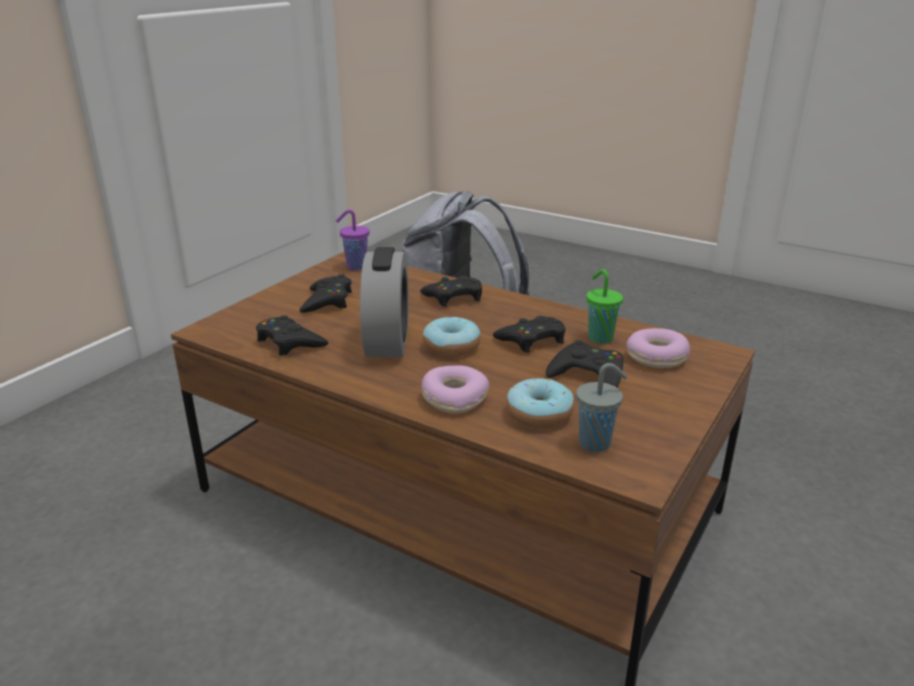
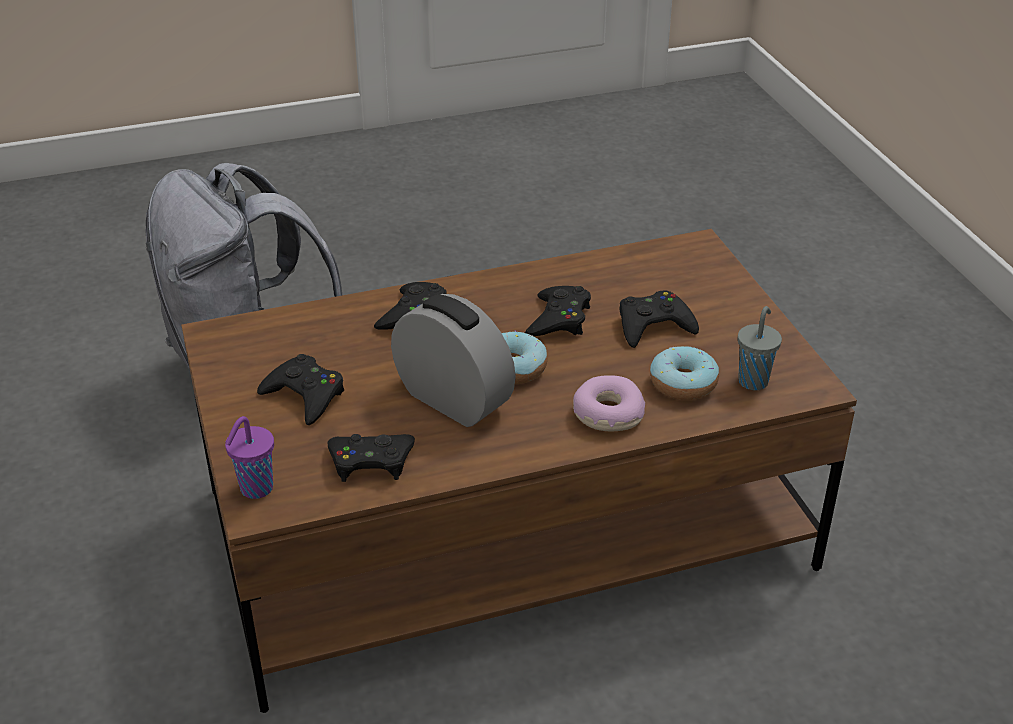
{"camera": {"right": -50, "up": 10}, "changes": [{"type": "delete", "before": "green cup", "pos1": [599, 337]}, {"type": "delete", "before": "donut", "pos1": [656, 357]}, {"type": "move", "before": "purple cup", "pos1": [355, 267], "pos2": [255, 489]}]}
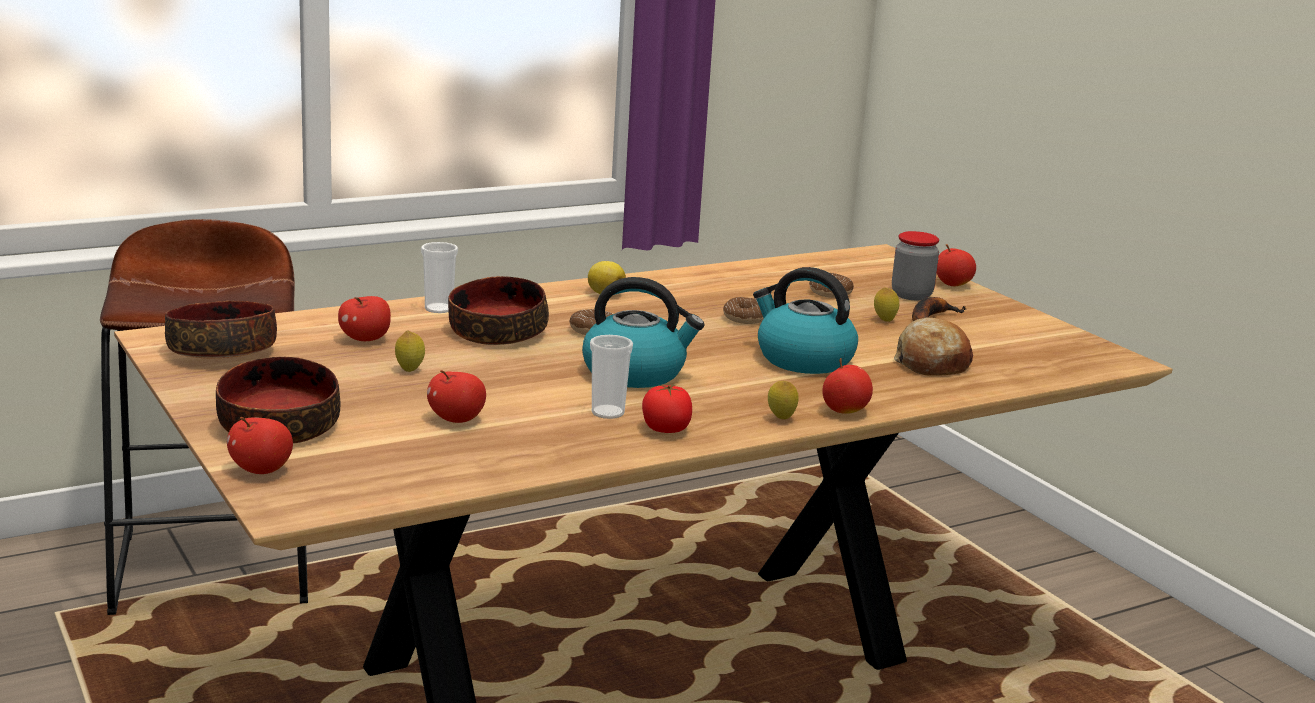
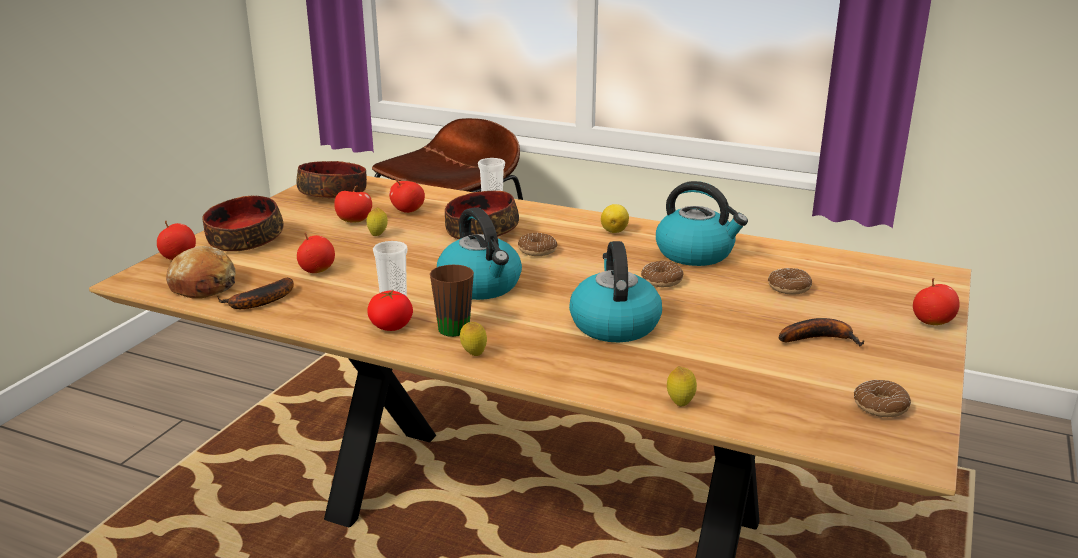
{"camera": {"right": 55, "up": 5}, "changes": [{"type": "delete", "before": "jar", "pos1": [911, 295]}, {"type": "insert", "after": "banana", "pos2": [258, 302]}, {"type": "insert", "after": "brown mug", "pos2": [457, 325]}, {"type": "insert", "after": "kettle", "pos2": [696, 253]}, {"type": "insert", "after": "donut", "pos2": [880, 406]}, {"type": "move", "before": "apple", "pos1": [845, 411], "pos2": [354, 221]}, {"type": "move", "before": "lemon", "pos1": [884, 320], "pos2": [680, 403]}, {"type": "move", "before": "bread", "pos1": [931, 364], "pos2": [204, 286]}]}
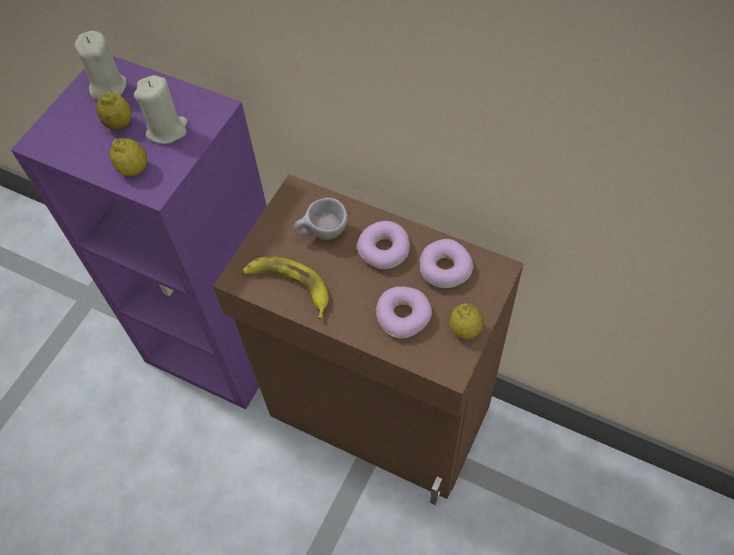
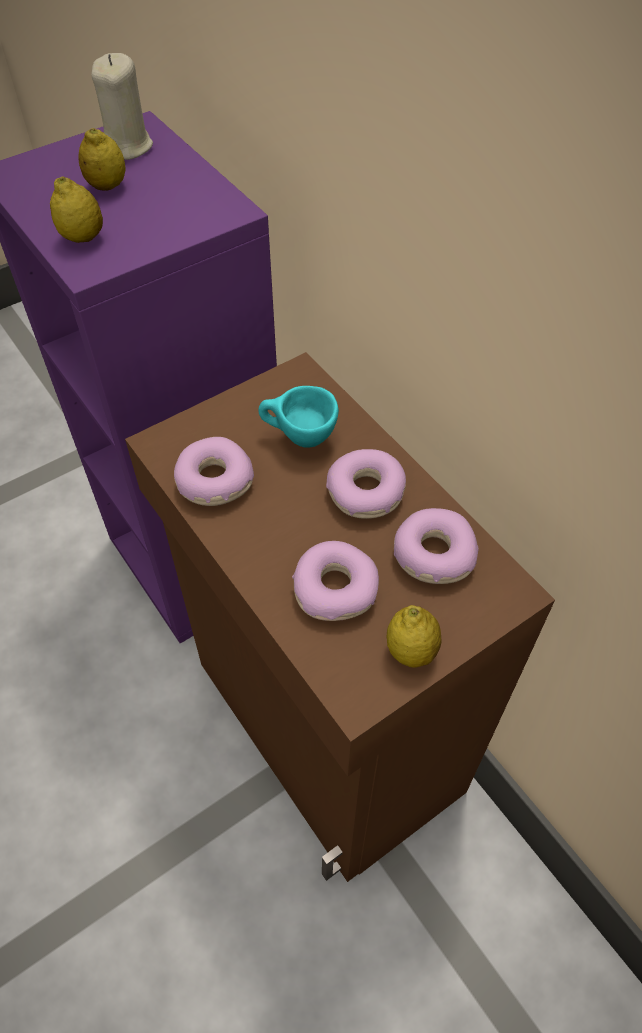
{"camera": {"right": 25, "up": -5}, "changes": [{"type": "delete", "before": "beige candle", "pos1": [167, 130]}, {"type": "replace", "before": "banana", "after": "donut", "pos1": [289, 286], "pos2": [213, 481]}, {"type": "recolor", "before": "beige cup", "after": "turquoise cup", "pos1": [322, 235], "pos2": [298, 439]}]}
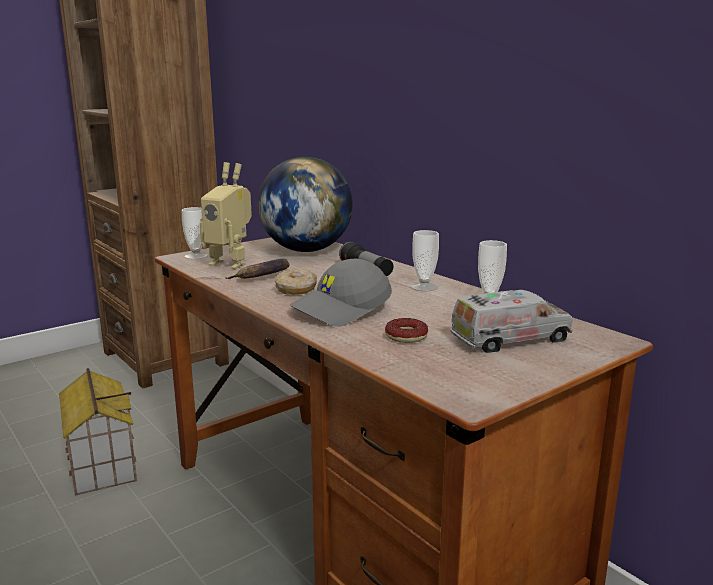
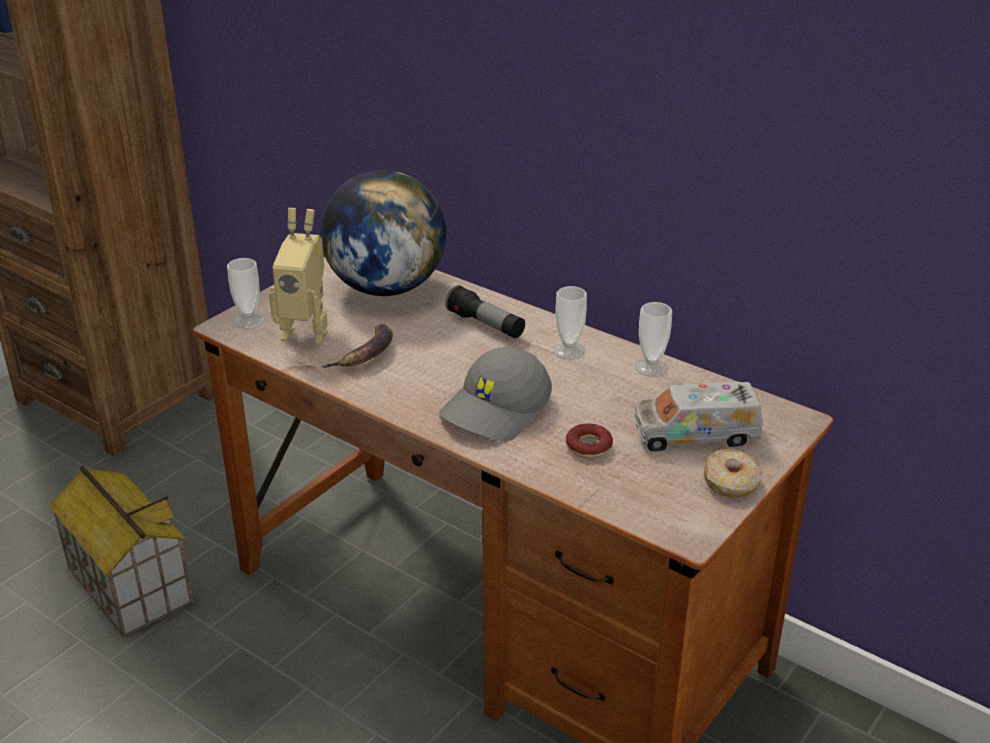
{"camera": {"right": -15, "up": 15}, "changes": [{"type": "move", "before": "donut", "pos1": [296, 290], "pos2": [731, 482]}, {"type": "rotate", "before": "toy truck", "pos1": [510, 339], "pos2": [695, 434], "turn": -150}]}
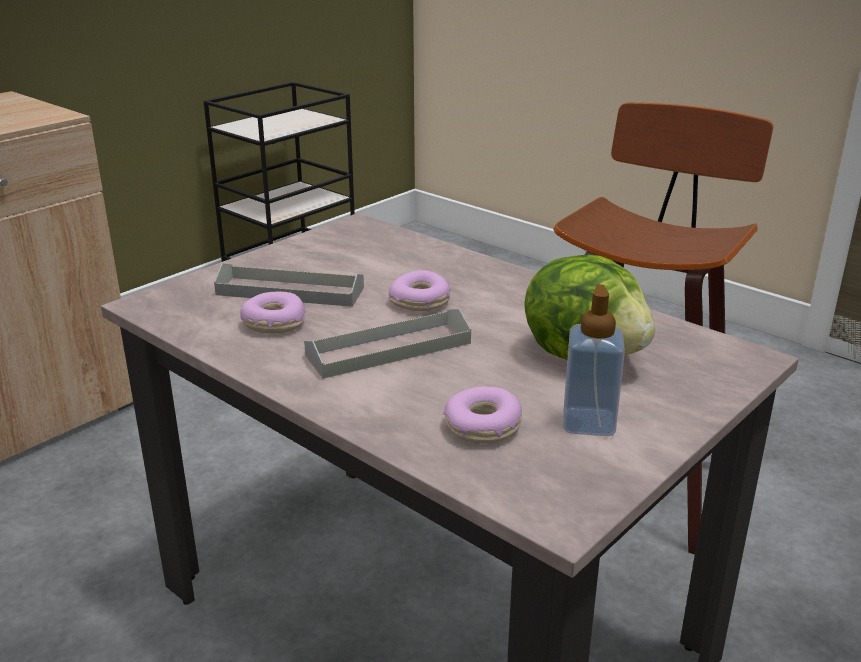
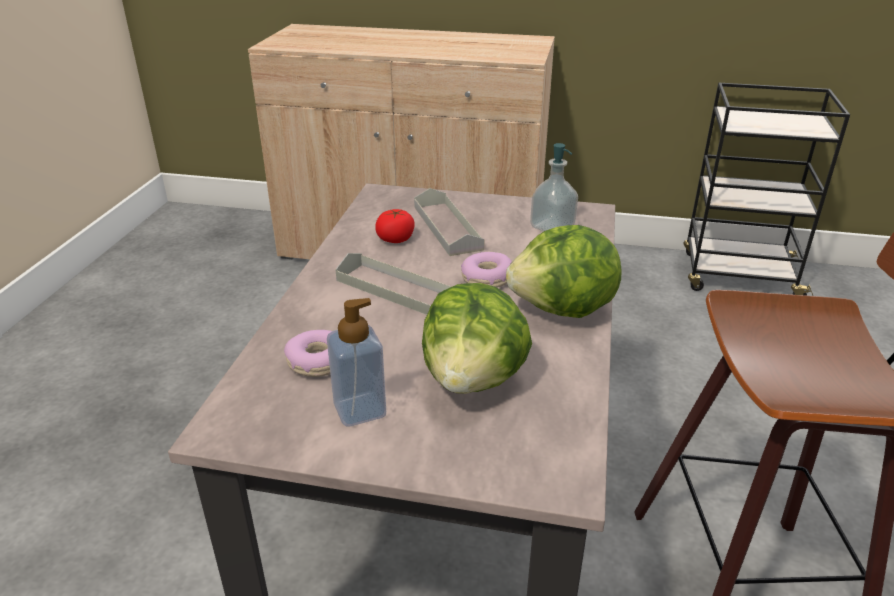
{"camera": {"right": 60, "up": 5}, "changes": [{"type": "insert", "after": "lettuce", "pos2": [564, 310]}, {"type": "insert", "after": "soap dispenser", "pos2": [552, 227]}, {"type": "replace", "before": "donut", "after": "tomato", "pos1": [273, 323], "pos2": [395, 238]}]}
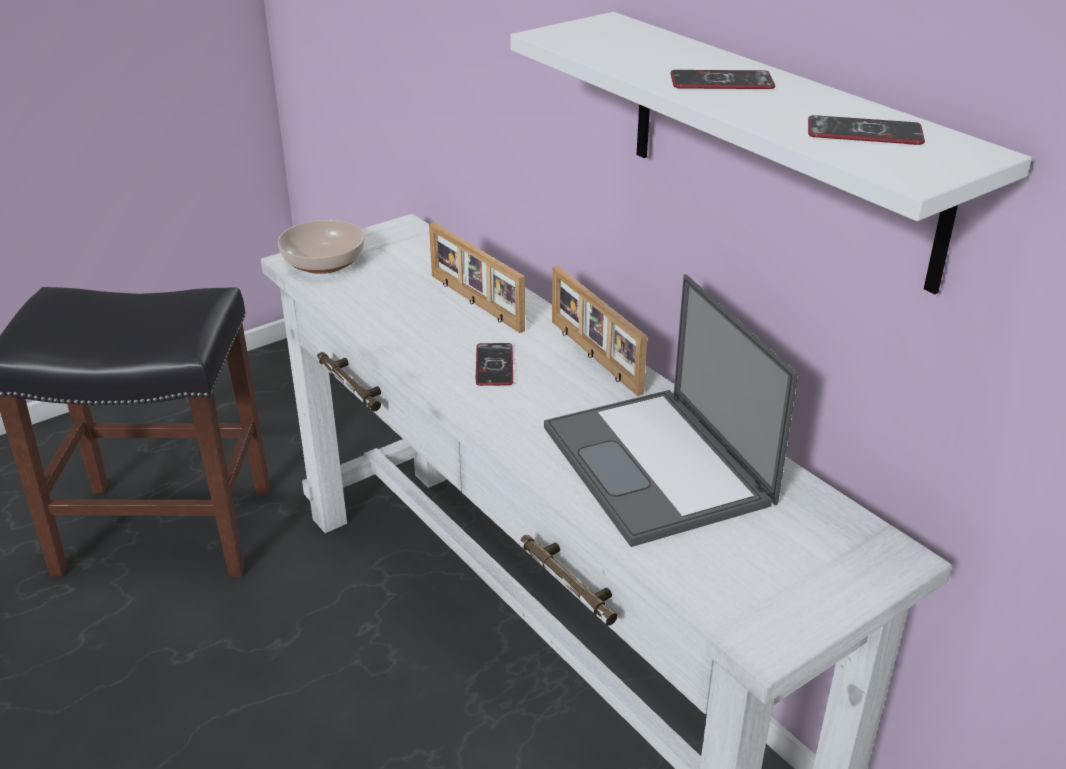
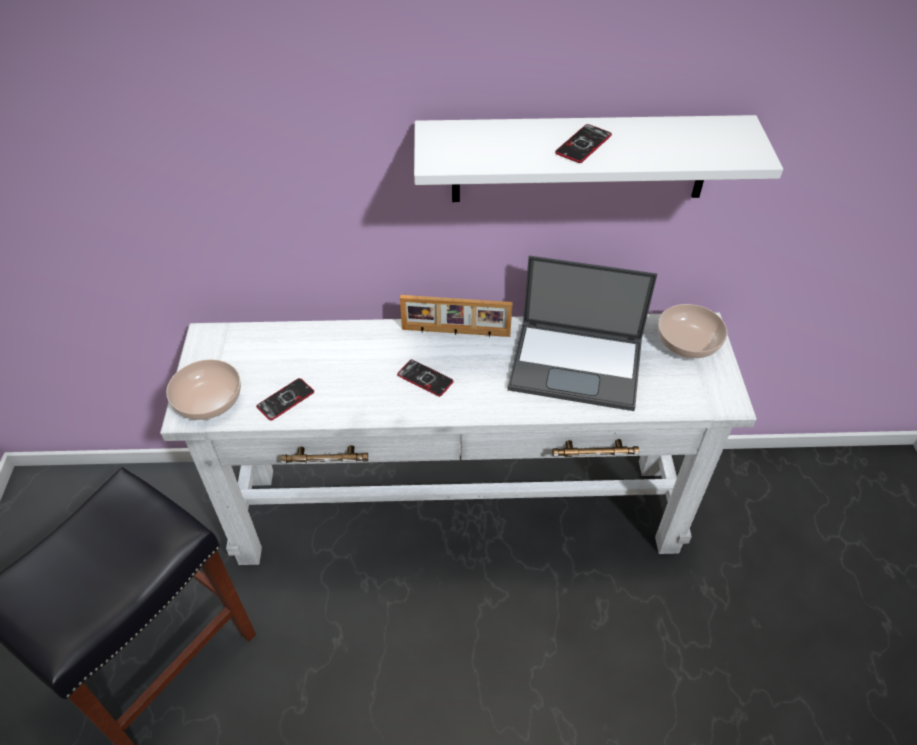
{"camera": {"right": -55, "up": 15}, "changes": [{"type": "delete", "before": "picture frame", "pos1": [474, 303]}, {"type": "insert", "after": "bowl", "pos2": [688, 342]}, {"type": "move", "before": "phone", "pos1": [864, 133], "pos2": [285, 400]}]}
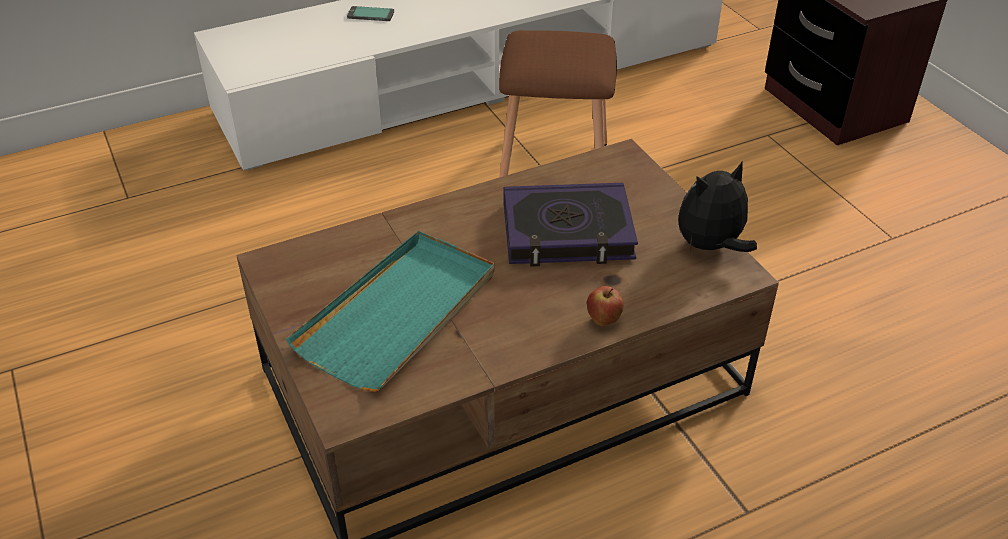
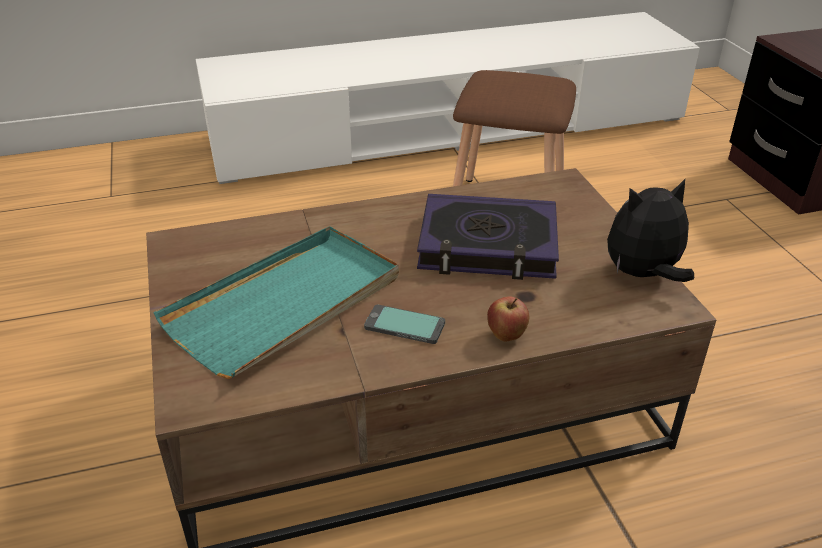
{"camera": {"right": 10, "up": -5}, "changes": [{"type": "move", "before": "phone", "pos1": [370, 15], "pos2": [404, 326]}]}
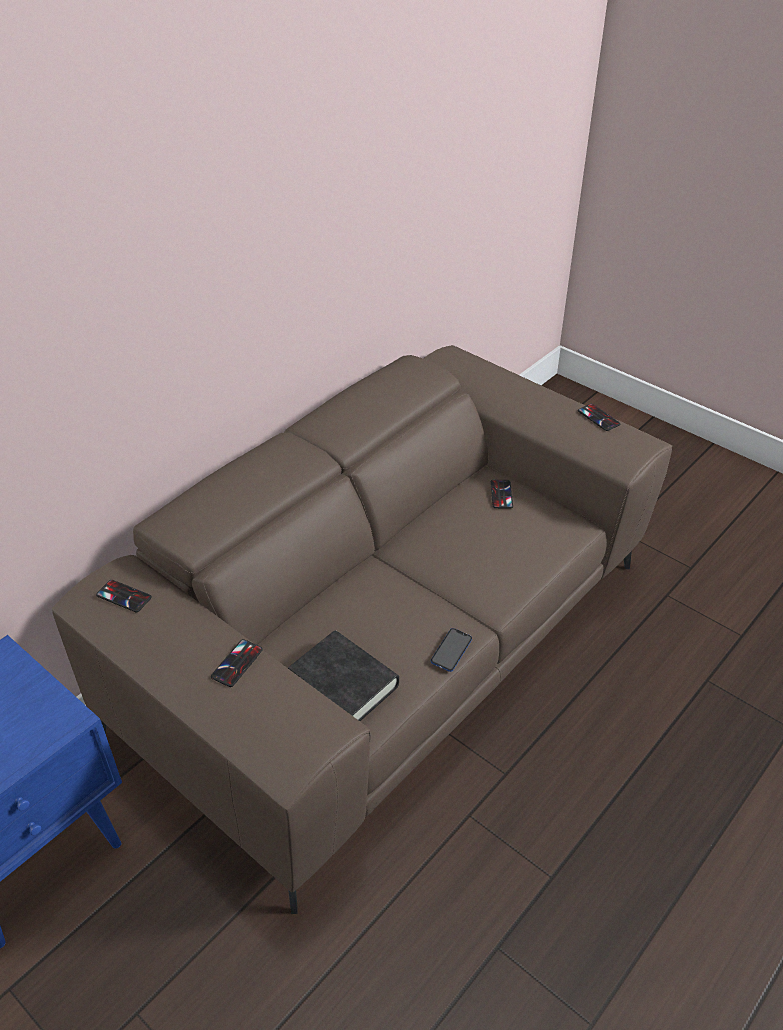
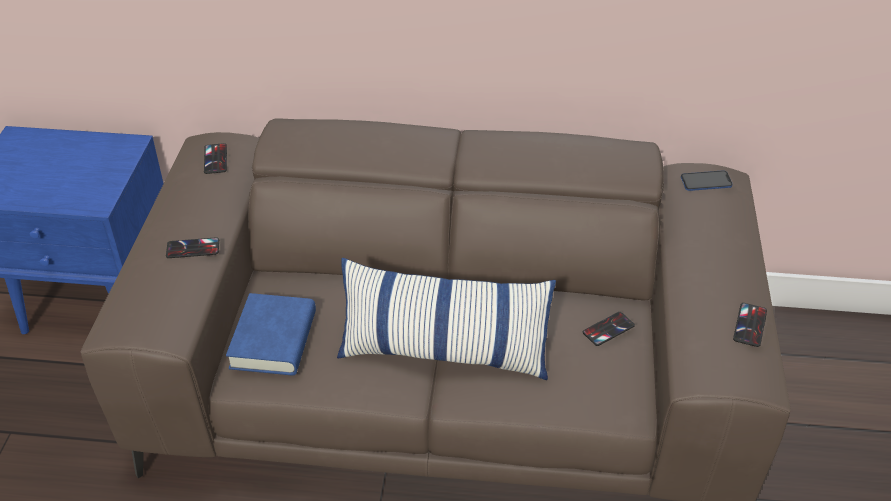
{"camera": {"right": 55, "up": 0}, "changes": [{"type": "insert", "after": "pillow", "pos2": [444, 351]}, {"type": "move", "before": "phone", "pos1": [451, 650], "pos2": [706, 182]}, {"type": "recolor", "before": "black book", "after": "blue book", "pos1": [344, 683], "pos2": [273, 340]}]}
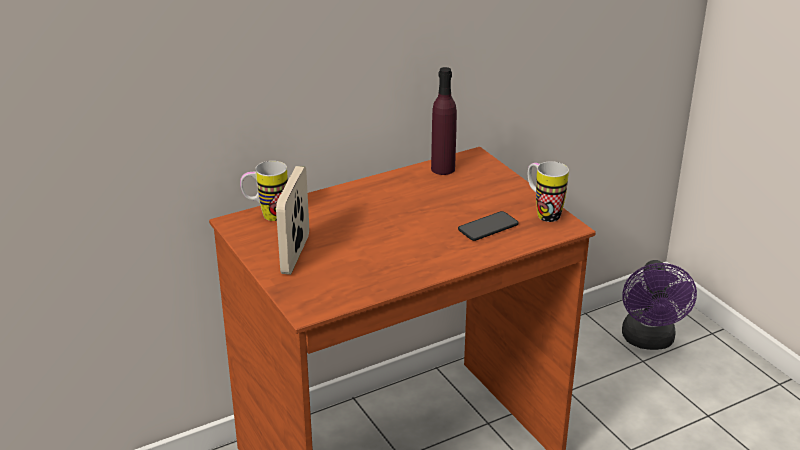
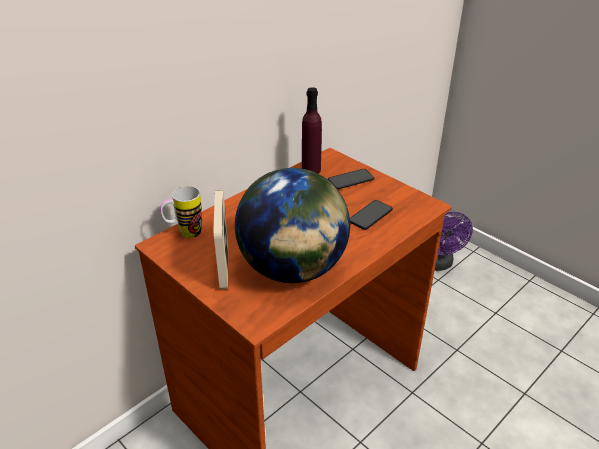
{"camera": {"right": -15, "up": 5}, "changes": [{"type": "delete", "before": "mug", "pos1": [543, 213]}, {"type": "insert", "after": "globe", "pos2": [293, 269]}, {"type": "insert", "after": "phone", "pos2": [351, 180]}]}
